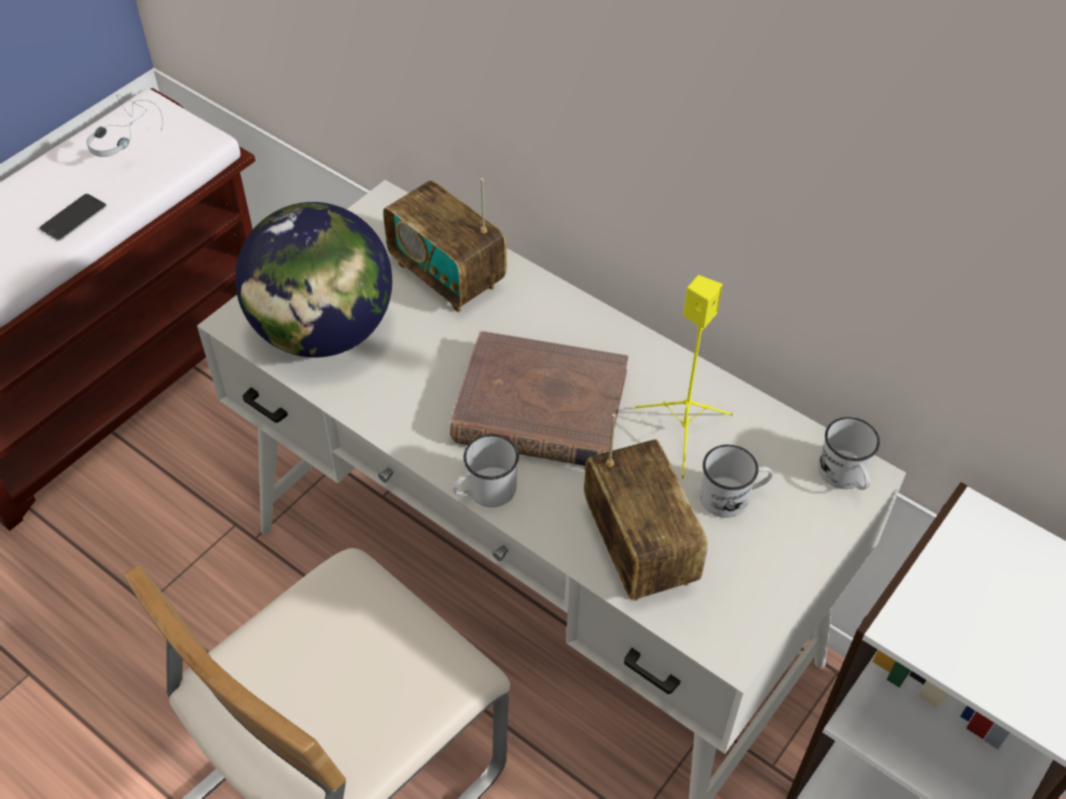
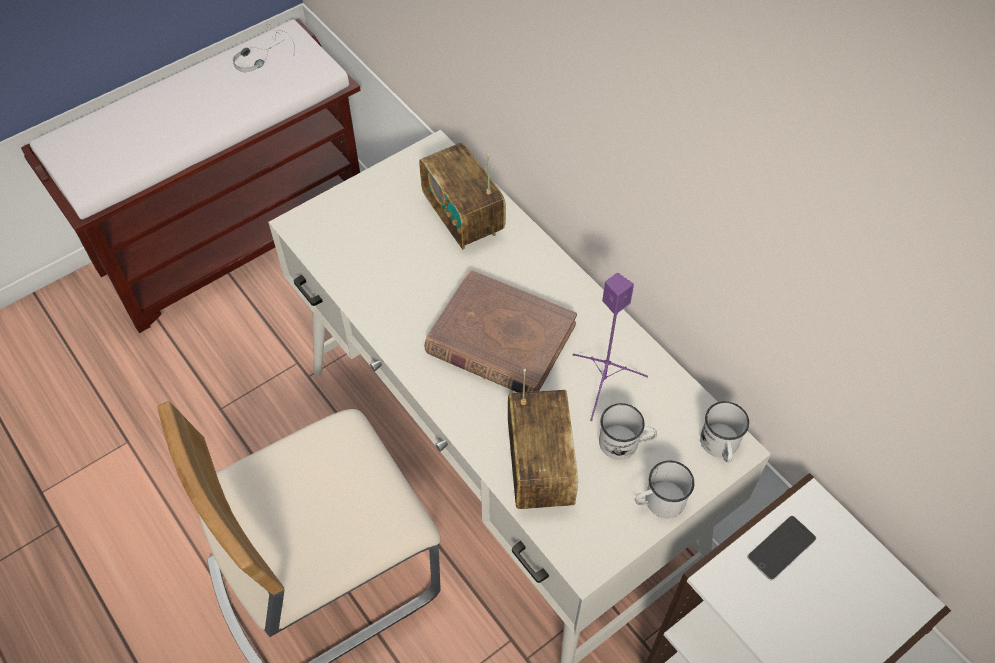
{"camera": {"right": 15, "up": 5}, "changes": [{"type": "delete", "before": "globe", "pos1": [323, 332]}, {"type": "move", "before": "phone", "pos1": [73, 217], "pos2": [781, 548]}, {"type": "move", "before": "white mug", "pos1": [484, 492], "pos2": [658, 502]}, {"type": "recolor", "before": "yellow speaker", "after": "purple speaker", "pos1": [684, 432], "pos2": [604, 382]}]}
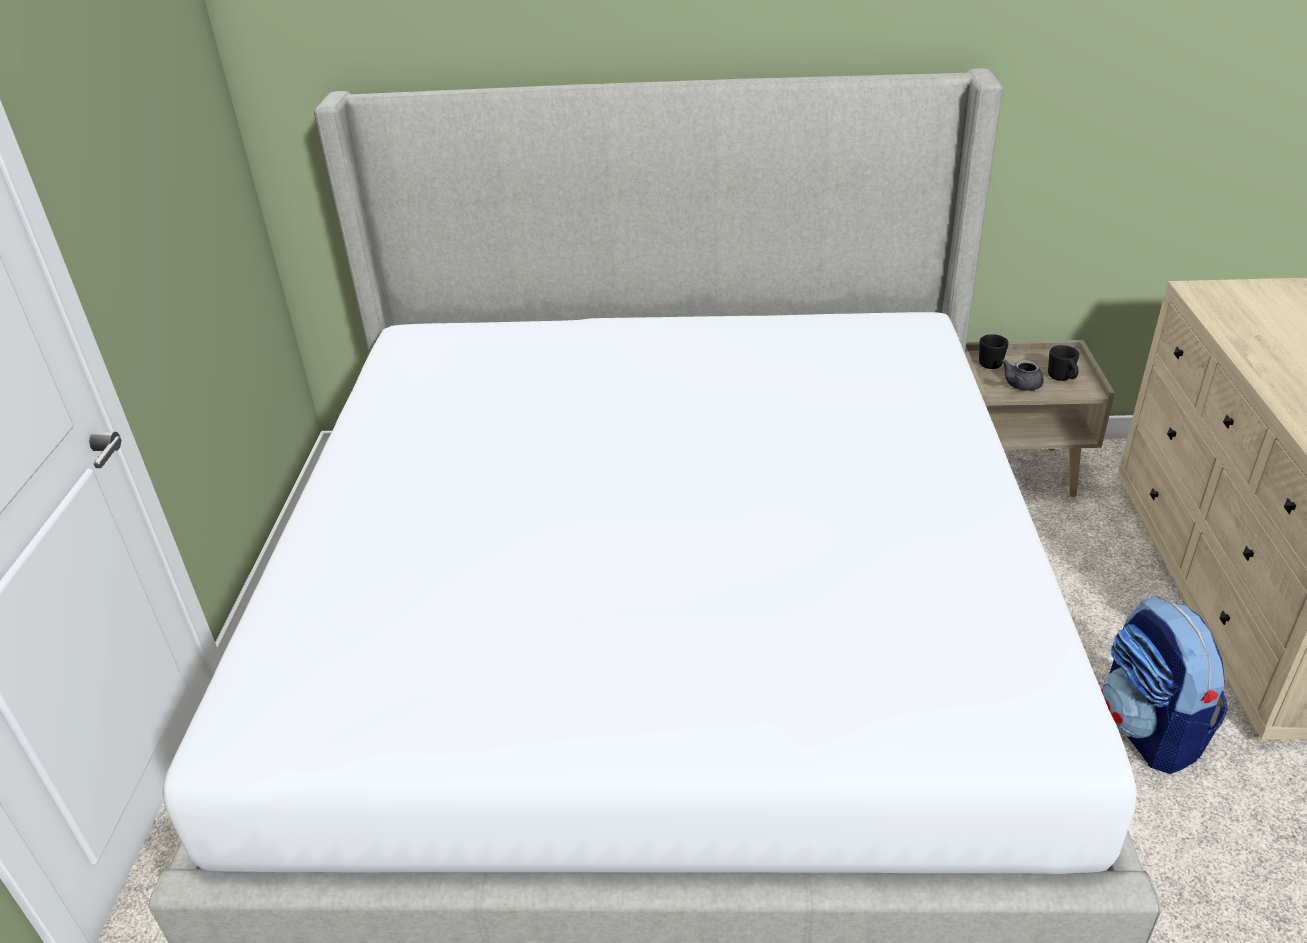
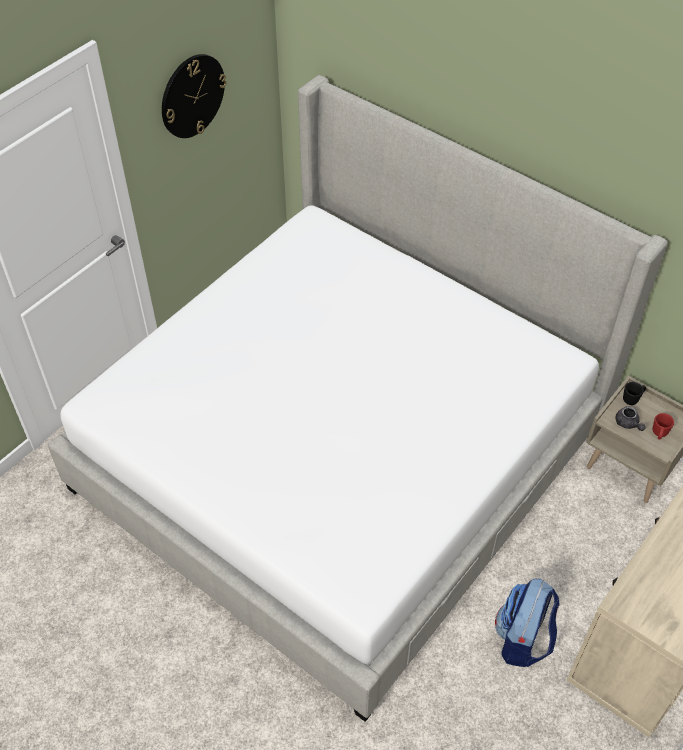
{"camera": {"right": 35, "up": 15}, "changes": [{"type": "insert", "after": "wall clock", "pos2": [192, 96]}, {"type": "recolor", "before": "black mug", "after": "red mug", "pos1": [1062, 378], "pos2": [659, 434]}, {"type": "rotate", "before": "grey teapot", "pos1": [1019, 386], "pos2": [628, 424], "turn": -105}]}
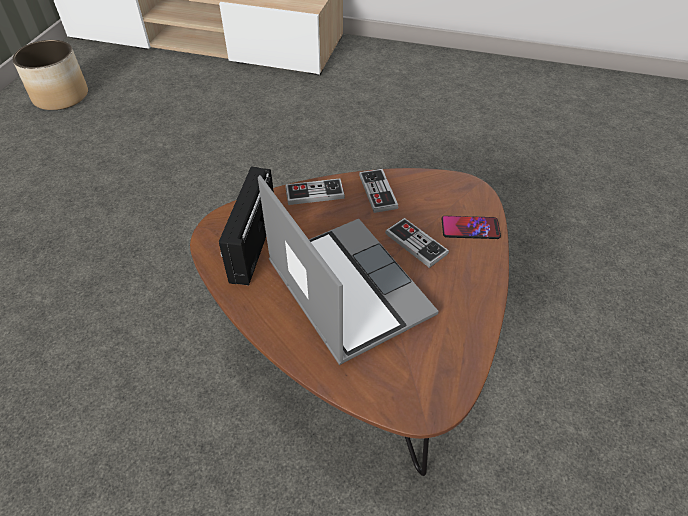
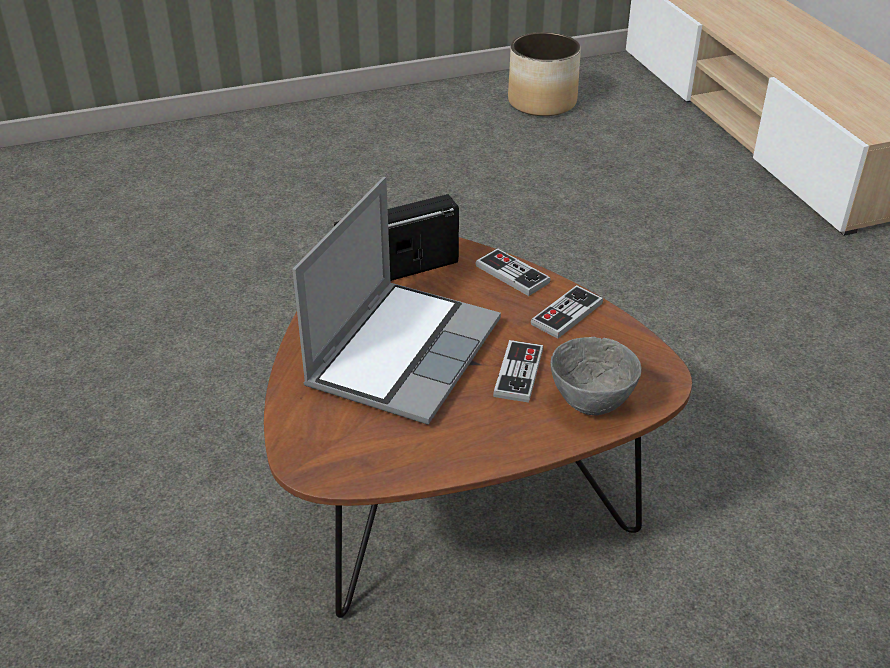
{"camera": {"right": 55, "up": -10}, "changes": [{"type": "replace", "before": "phone", "after": "grey bowl", "pos1": [470, 228], "pos2": [591, 404]}]}
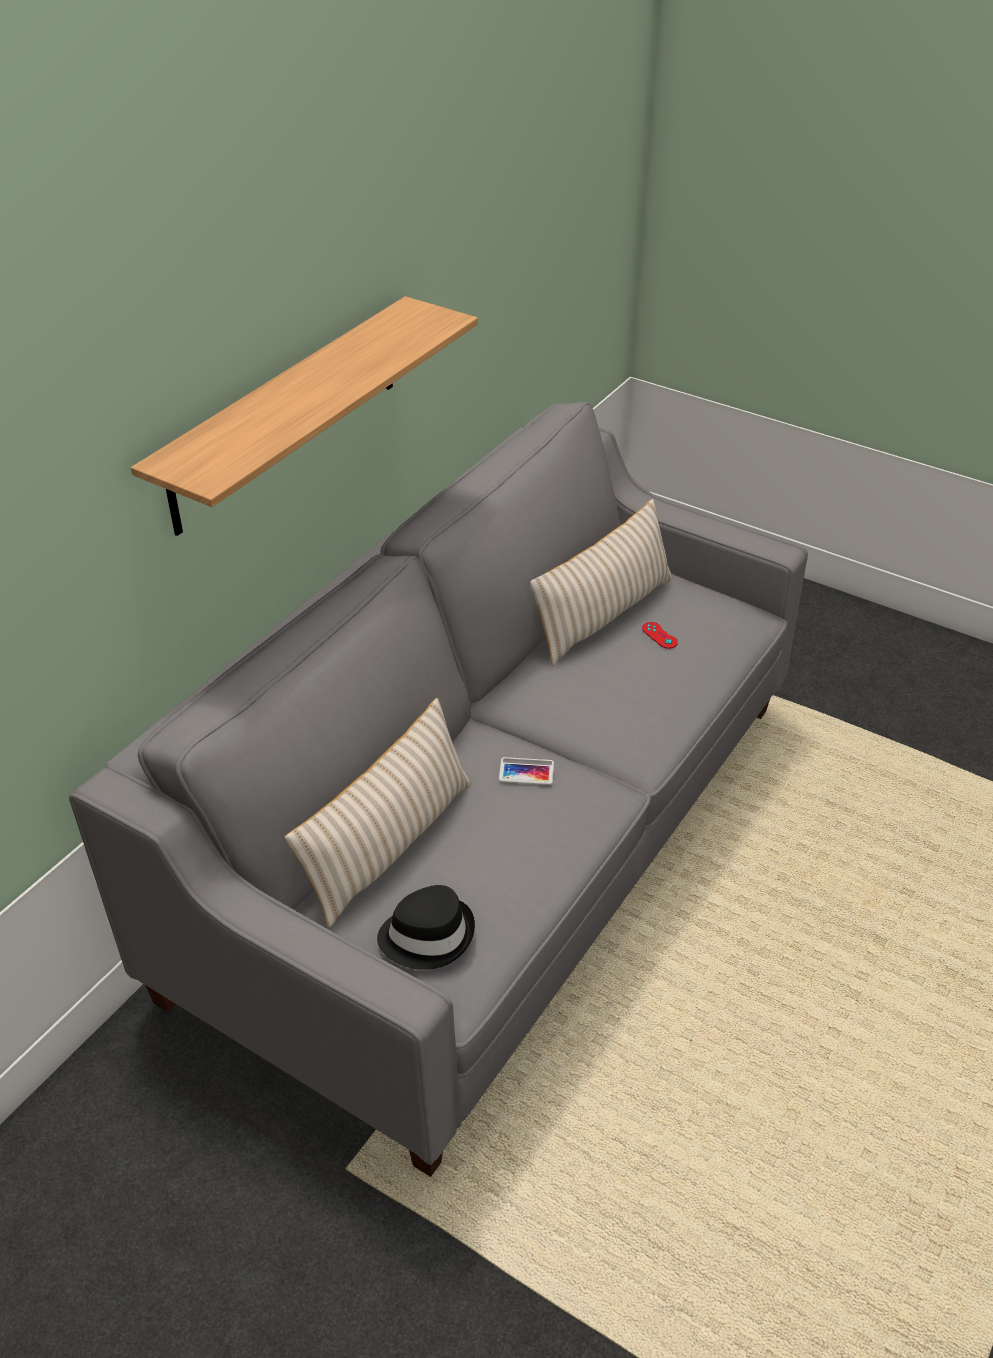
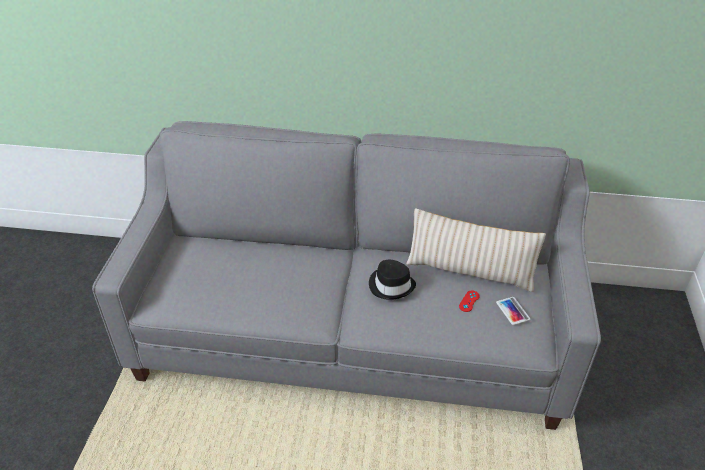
{"camera": {"right": 65, "up": 0}, "changes": [{"type": "delete", "before": "shelf", "pos1": [286, 414]}, {"type": "delete", "before": "beige pillow", "pos1": [389, 844]}, {"type": "move", "before": "black hat", "pos1": [427, 935], "pos2": [391, 285]}, {"type": "move", "before": "phone", "pos1": [526, 771], "pos2": [513, 311]}]}
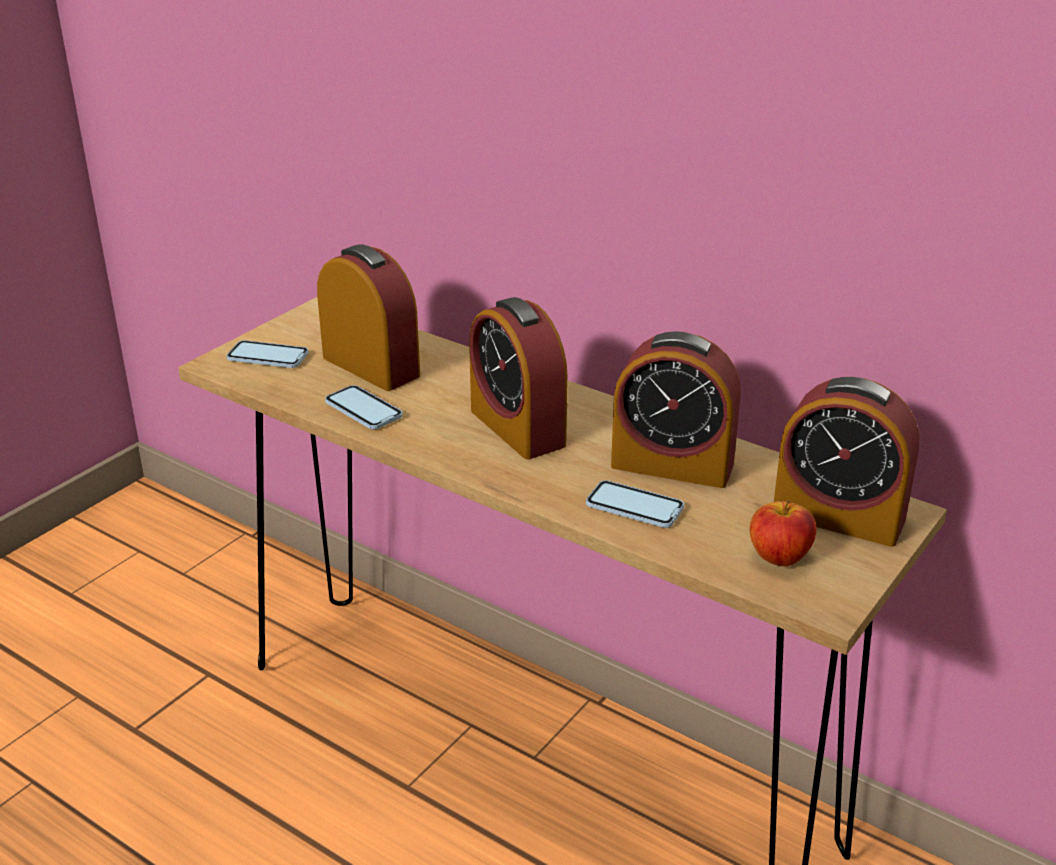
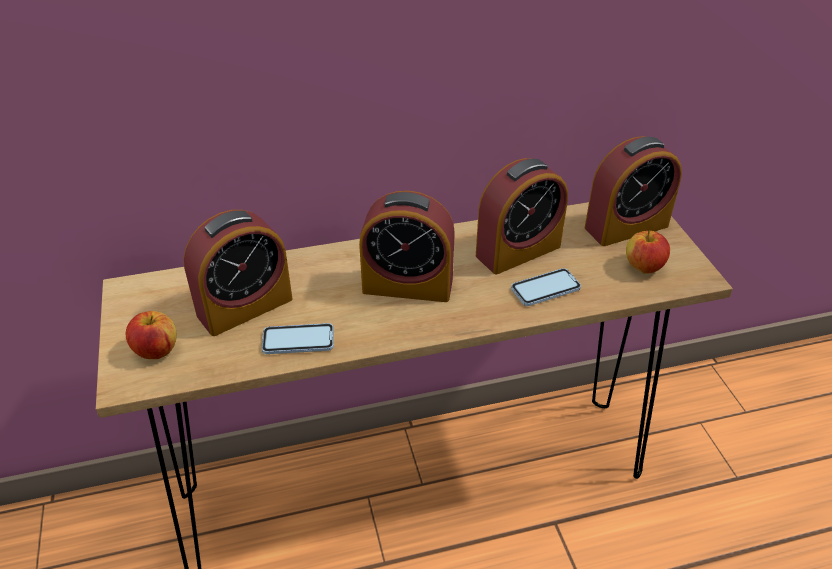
{"camera": {"right": -50, "up": 10}, "changes": [{"type": "replace", "before": "phone", "after": "apple", "pos1": [268, 357], "pos2": [156, 351]}, {"type": "rotate", "before": "alarm clock", "pos1": [371, 366], "pos2": [245, 307], "turn": 150}]}
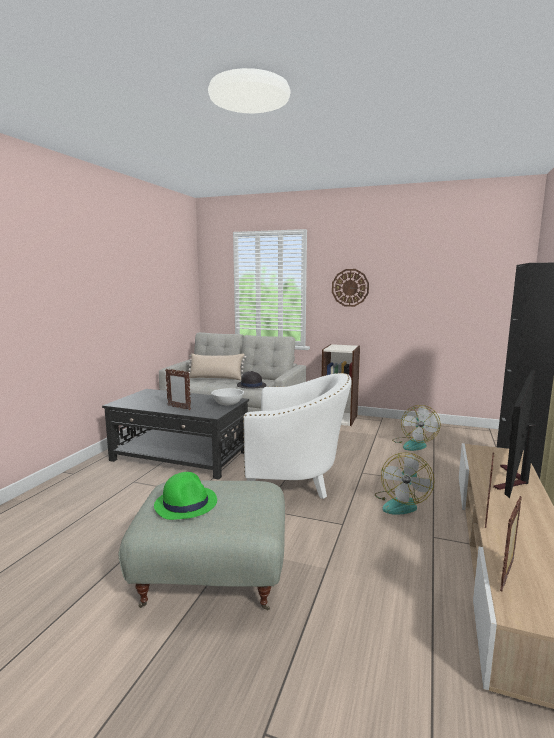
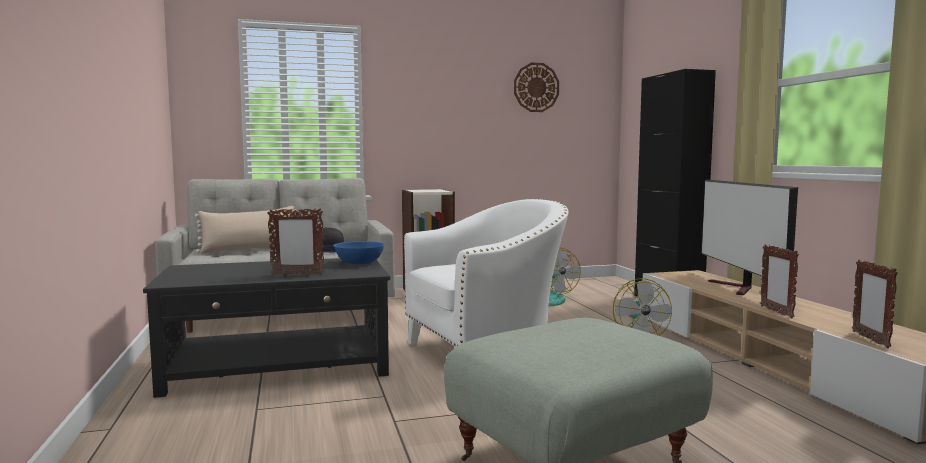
{"camera": {"right": -35, "up": -5}, "changes": [{"type": "delete", "before": "green hat", "pos1": [186, 503]}, {"type": "move", "before": "wall clock", "pos1": [350, 287], "pos2": [536, 87]}, {"type": "recolor", "before": "white bowl", "after": "blue bowl", "pos1": [227, 404], "pos2": [359, 263]}]}
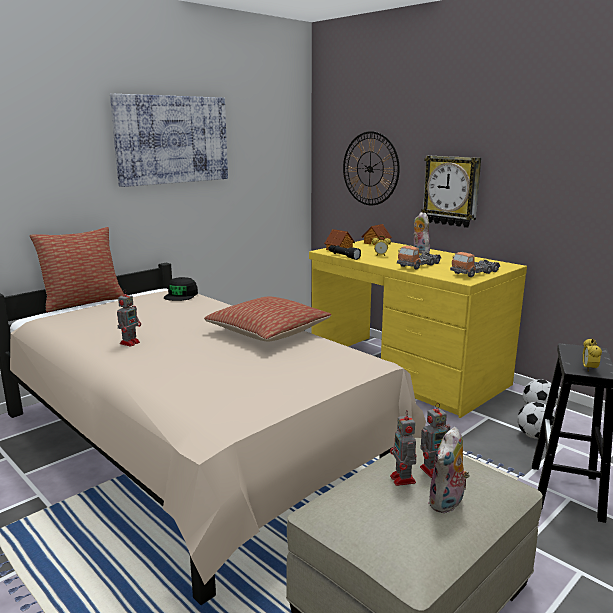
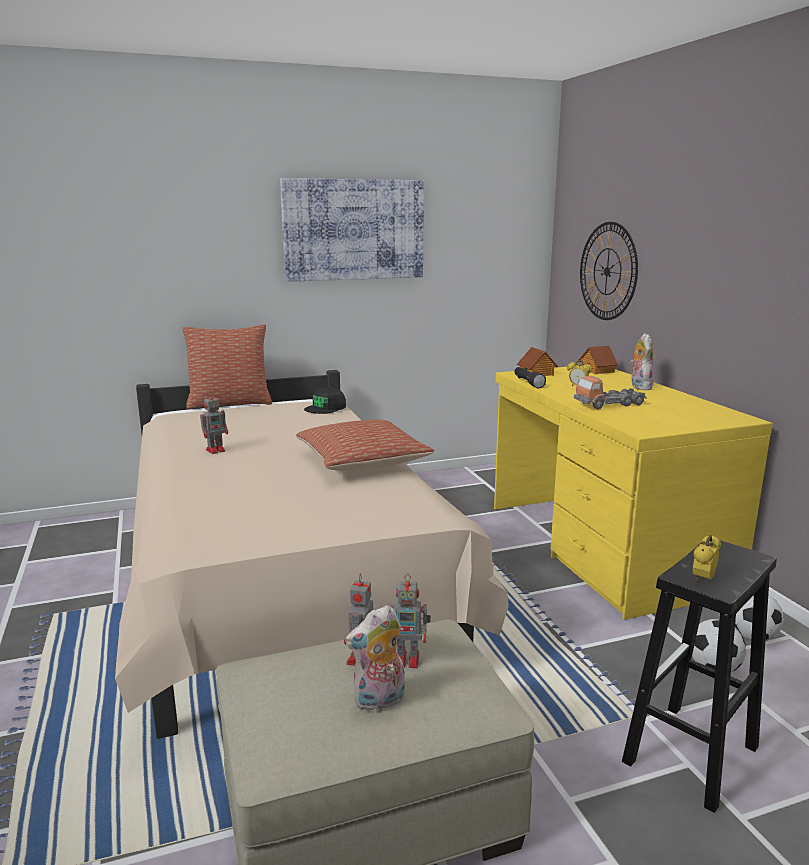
{"camera": {"right": 25, "up": 0}, "changes": [{"type": "delete", "before": "wall clock", "pos1": [451, 191]}, {"type": "delete", "before": "toy truck", "pos1": [475, 273]}]}
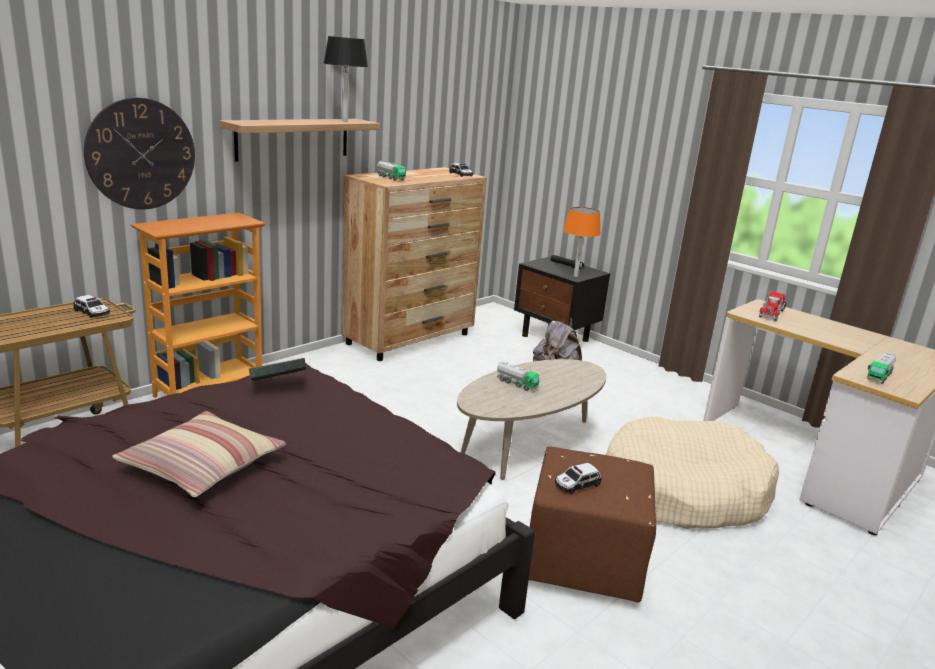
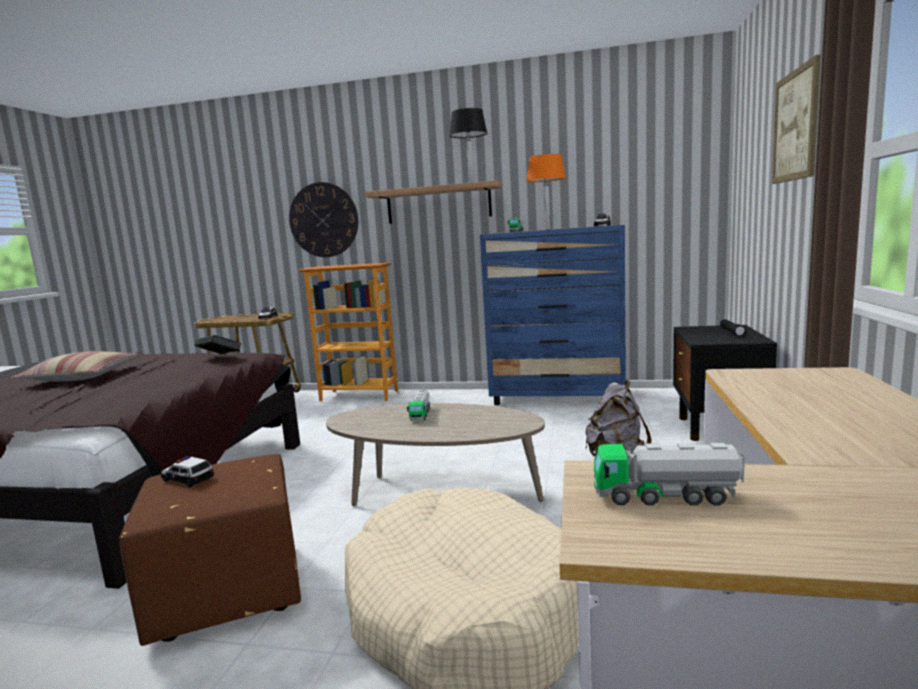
{"camera": {"right": 60, "up": -10}, "changes": [{"type": "delete", "before": "toy truck", "pos1": [772, 313]}, {"type": "insert", "after": "picture", "pos2": [795, 126]}, {"type": "move", "before": "orange table lamp", "pos1": [575, 276], "pos2": [547, 229]}, {"type": "recolor", "before": "brown dresser", "after": "blue dresser", "pos1": [410, 339], "pos2": [557, 397]}]}
